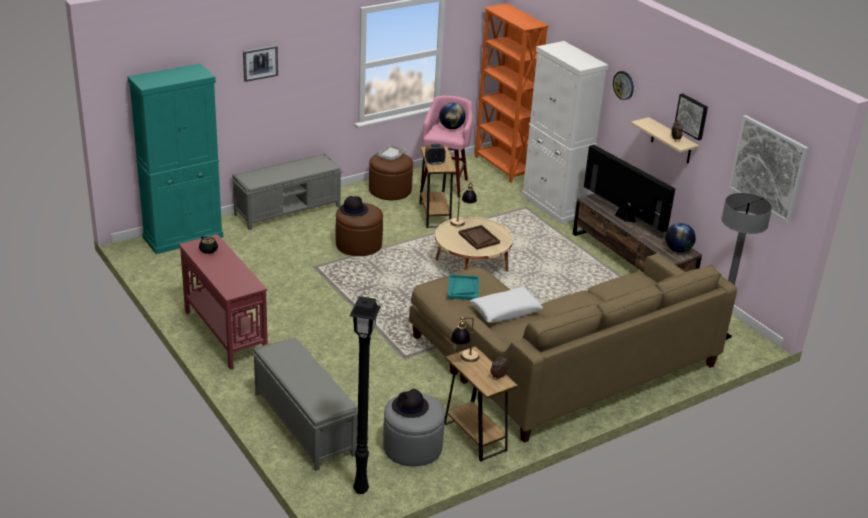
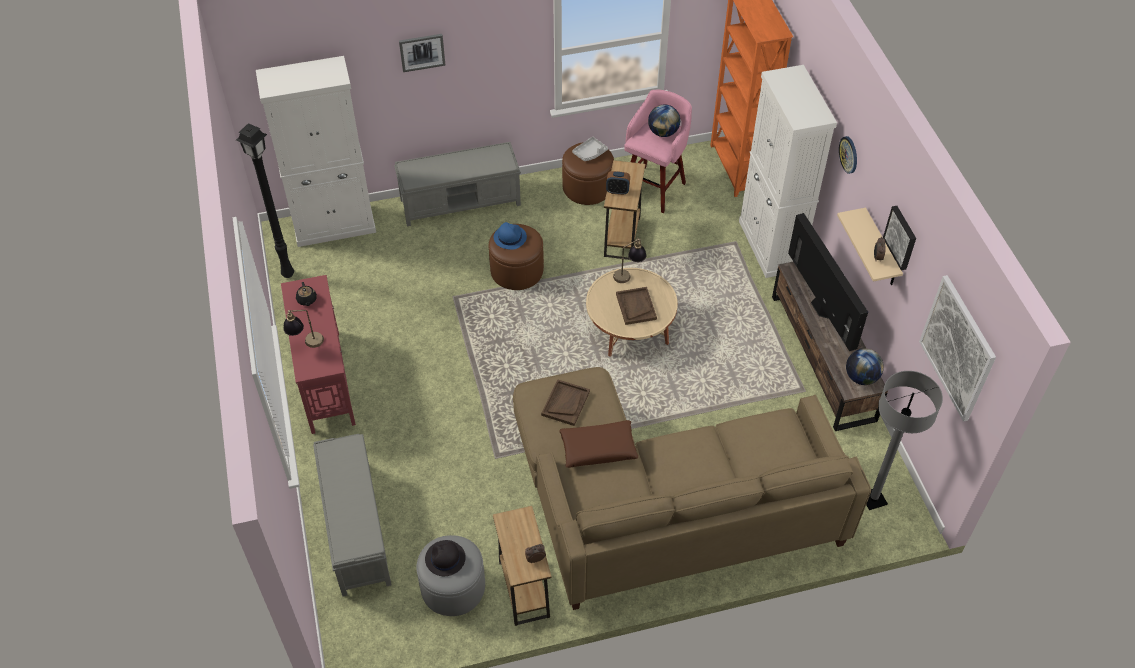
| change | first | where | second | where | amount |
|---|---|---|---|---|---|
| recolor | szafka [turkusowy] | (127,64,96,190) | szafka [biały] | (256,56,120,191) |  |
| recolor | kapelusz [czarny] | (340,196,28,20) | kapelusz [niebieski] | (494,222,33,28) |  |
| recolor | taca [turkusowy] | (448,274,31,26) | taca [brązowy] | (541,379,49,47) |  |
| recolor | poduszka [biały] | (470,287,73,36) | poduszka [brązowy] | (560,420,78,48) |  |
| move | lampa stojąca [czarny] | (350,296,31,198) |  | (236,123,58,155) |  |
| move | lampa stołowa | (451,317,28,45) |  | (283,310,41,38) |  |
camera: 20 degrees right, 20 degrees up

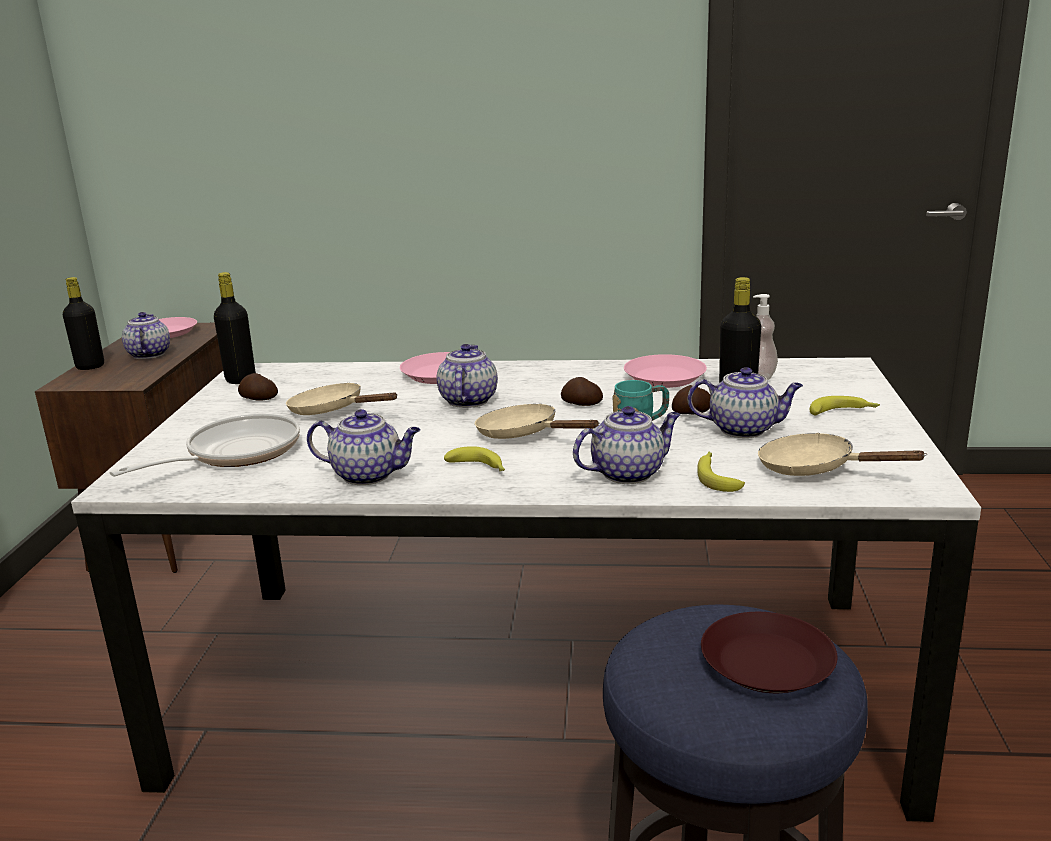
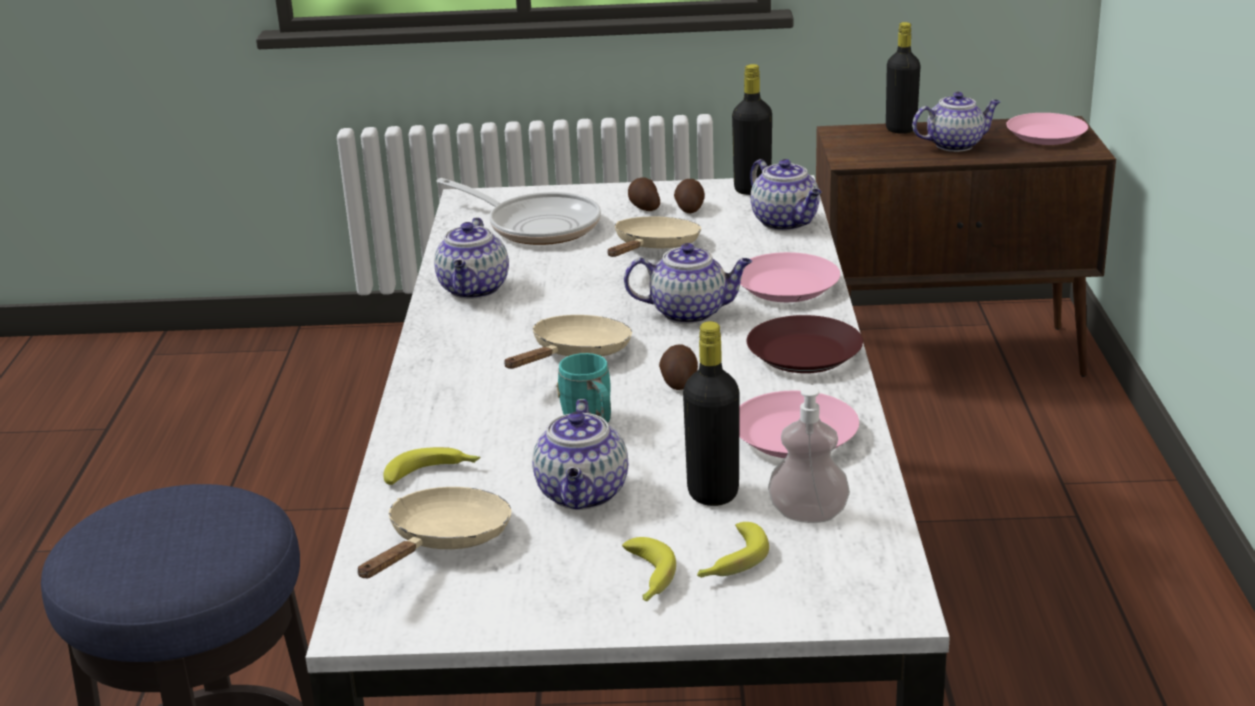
| change | first | where | second | where | amount |
|---|---|---|---|---|---|
| move | ziemniak | (672,385,39,29) |  | (628,177,32,34) |  |
| move | imbryk | (573,406,107,78) |  | (750,159,71,72) |  |
| move | banan | (444,446,61,25) |  | (697,522,72,56) |  |
| move | talerz [brązowy] | (701,612,136,81) |  | (747,315,116,58) |  |
camera: 85 degrees right, 5 degrees up

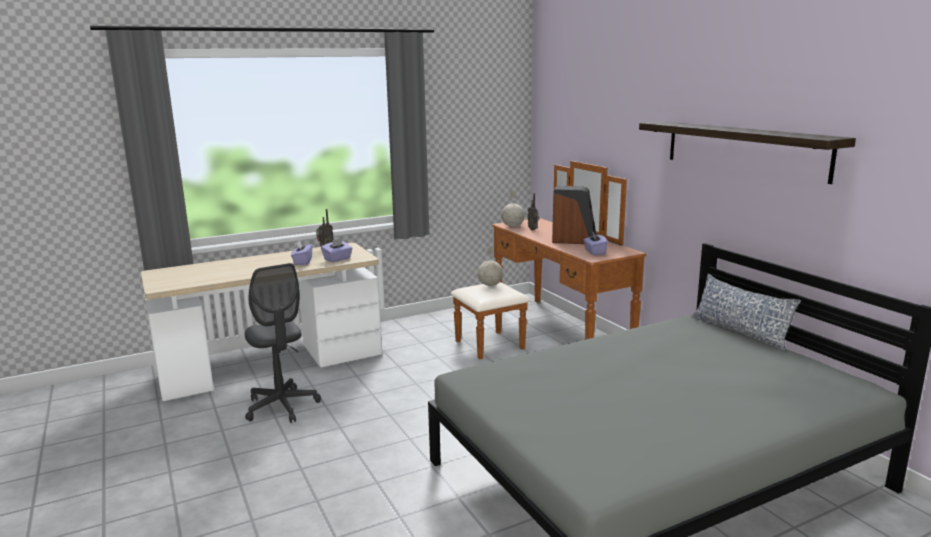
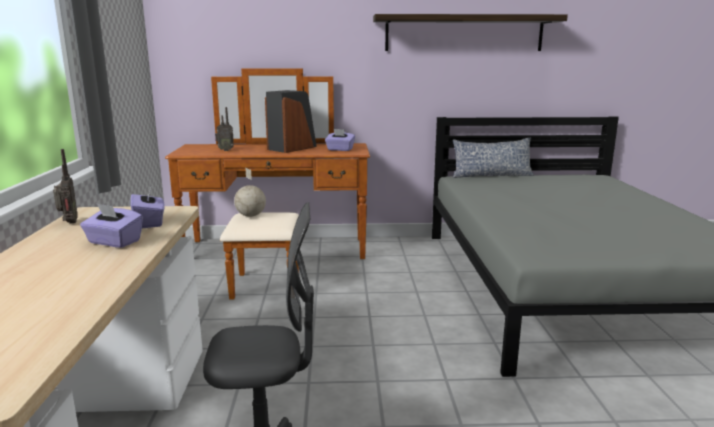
| change | first | where | second | where | amount |
|---|---|---|---|---|---|
| delete | globus | (501,190,24,37) |  |  |  |
camera: 65 degrees left, 0 degrees up

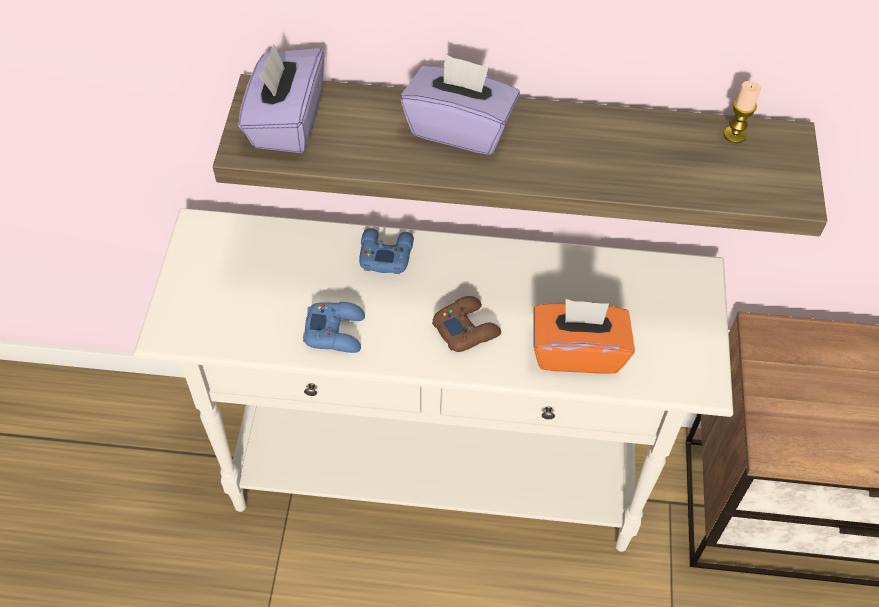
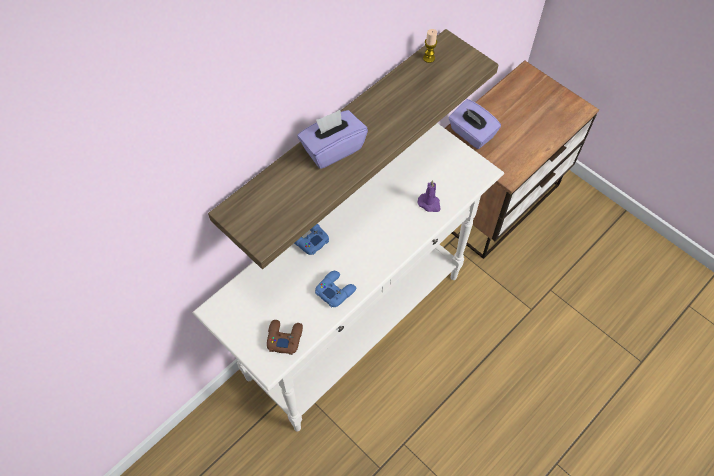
| change | first | where | second | where | amount |
|---|---|---|---|---|---|
| move | pudełko chusteczek [fioletowy] | (238,43,86,110) |  | (448,99,53,50) |  |
| move | pad do gier [brązowy] | (432,296,69,56) |  | (267,320,36,35) |  |
| replace | pudełko chusteczek [pomarańczowy] | (533,299,102,75) | świeca [fioletowy] | (418,180,23,32) |  |
camera: 50 degrees left, 5 degrees up

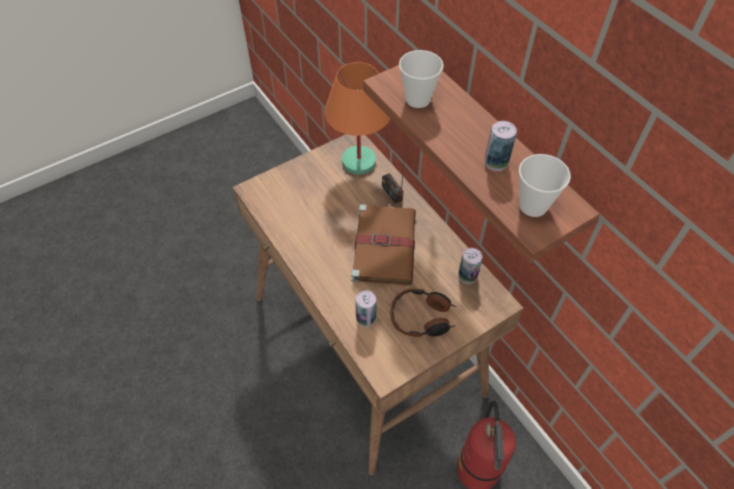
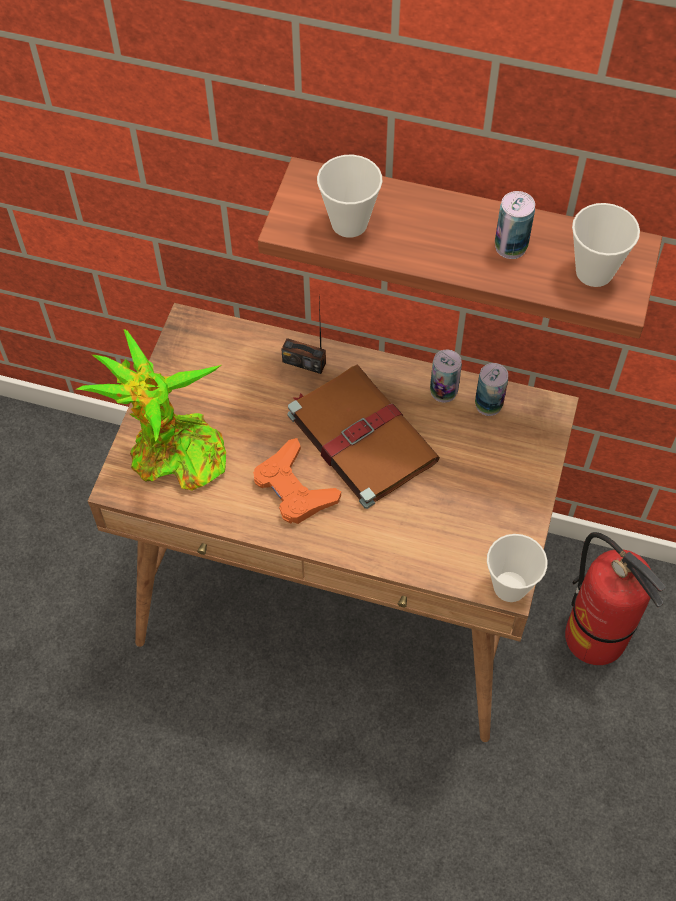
| change | first | where | second | where | amount |
|---|---|---|---|---|---|
| delete | lampa stołowa [pomarańczowy] | (324,62,66,113) |  |  |  |
| delete | słuchawki | (390,289,66,48) |  |  |  |
| move | puszka | (355,290,22,37) |  | (430,350,32,53) |  |
| insert |  |  | roślina doniczkowa | (76,329,150,162) |  |
| insert |  |  | pad do gier [pomarańczowy] | (253,438,88,86) |  |
| insert |  |  | filiżanka | (487,534,61,68) |  |
camera: 40 degrees left, 5 degrees up

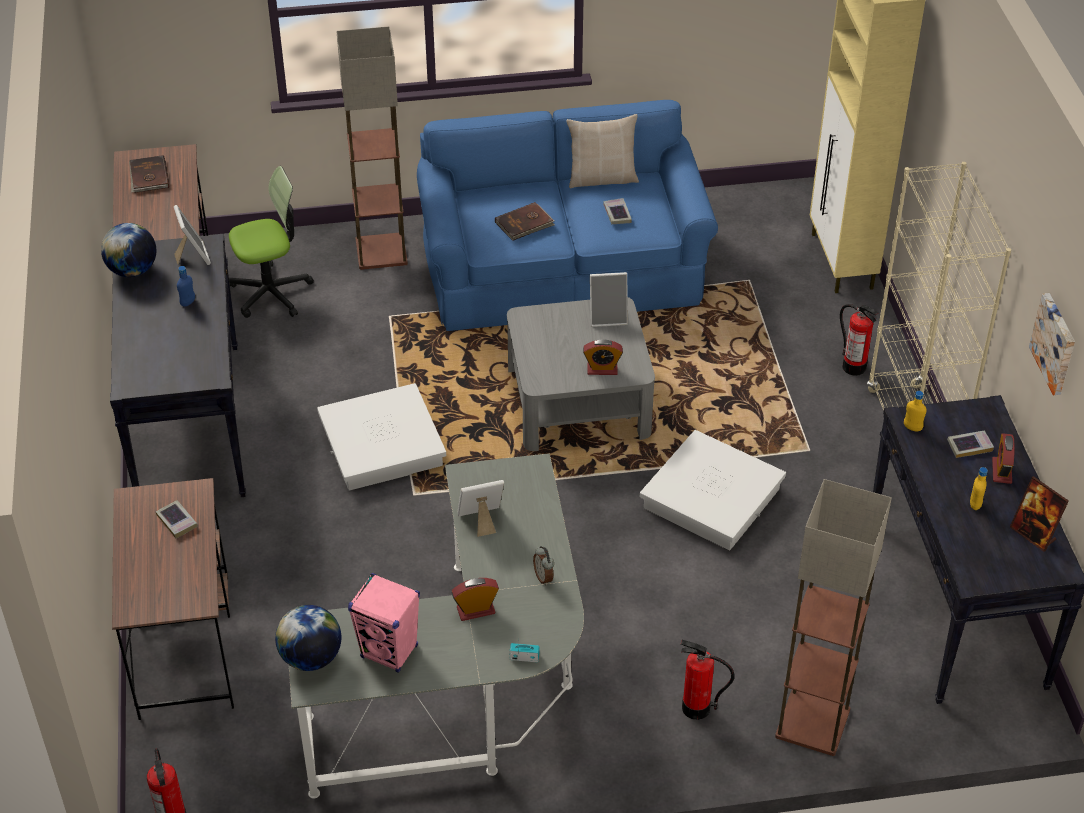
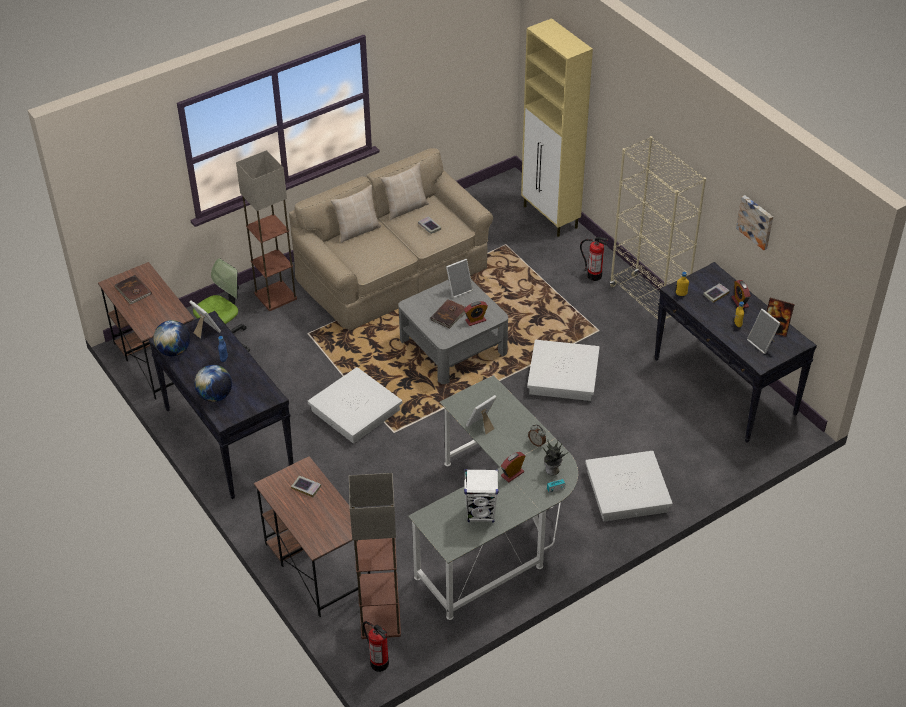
| change | first | where | second | where | amount |
|---|---|---|---|---|---|
| recolor | kanapa [niebieski] | (417,100,301,231) | kanapa [beżowy] | (289,148,204,183) |  |
| move | książka [brązowy] | (495,202,60,39) |  | (430,299,36,29) |  |
| move | lampa stojąca | (775,479,117,277) |  | (349,473,52,166) |  |
| recolor | głośnik [różowy] | (348,573,72,100) | głośnik [biały] | (464,469,35,53) |  |
| move | globus | (275,605,66,66) |  | (194,365,38,37) |  |
| replace | gaśnica | (681,640,54,80) | pojemnik do przechowywania [biały] | (585,451,88,71) |  |
| insert |  |  | poduszka [beżowy] | (331,185,50,58) |  |
| insert |  |  | ramka na zdjęcie | (747,309,33,45) |  |
| insert |  |  | roślina doniczkowa | (543,441,25,35) |  |
camera: 25 degrees left, 0 degrees up

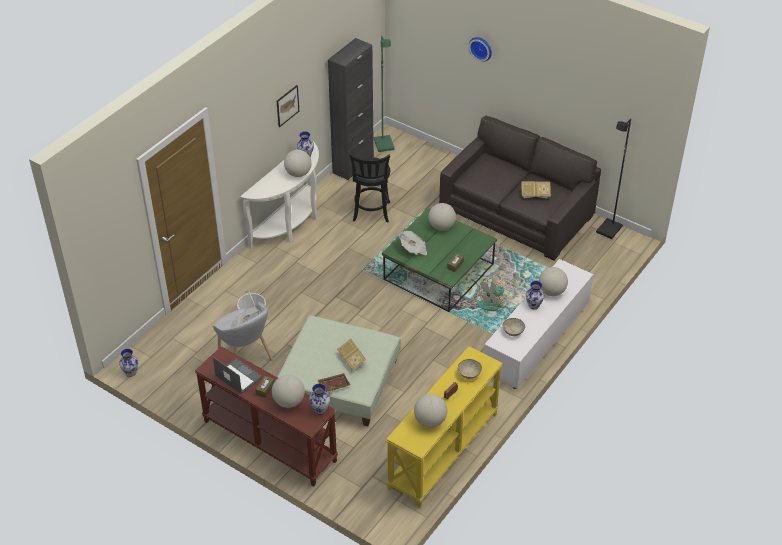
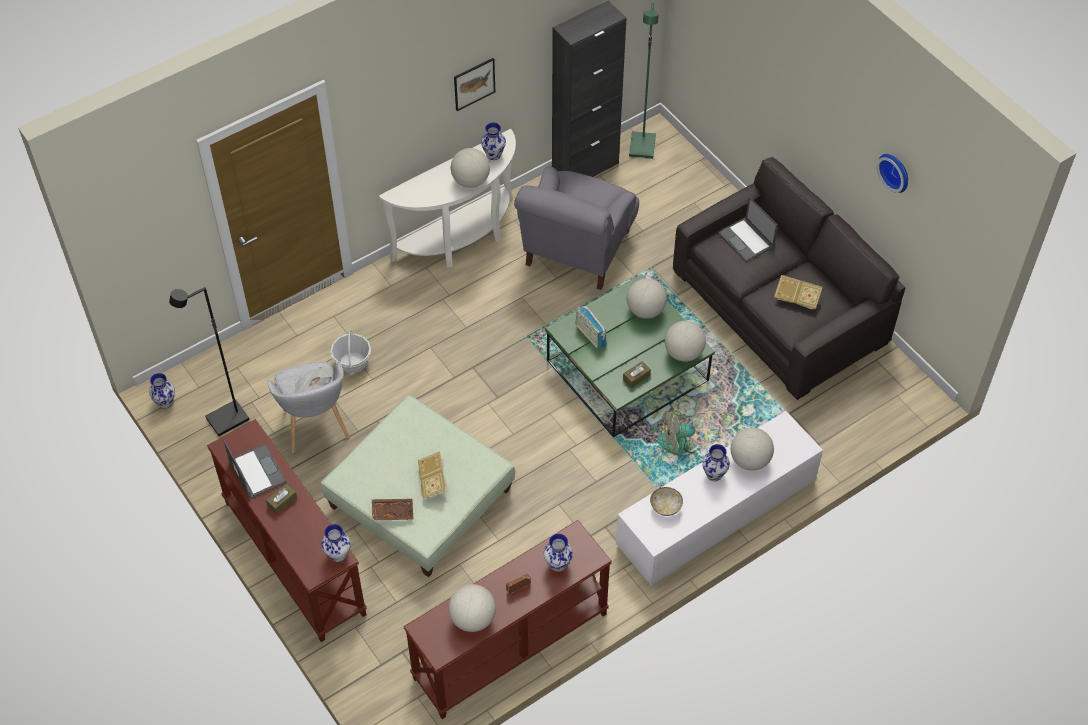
| change | first | where | second | where | amount |
|---|---|---|---|---|---|
| move | zegar ścienny | (469,37,23,24) |  | (877,154,31,39) |  |
| move | lampa stojąca [czarny] | (596,119,35,120) |  | (169,287,81,149) |  |
| replace | stołek [czarny] | (349,153,41,70) | fotel [szary] | (514,166,125,124) |  |
| replace | gazeta | (399,231,28,24) | radio | (575,306,31,43) |  |
| recolor | stolik konsolowy [żółty] | (386,346,117,162) | stolik konsolowy [brązowy] | (404,520,208,199) |  |
| replace | miska | (458,359,24,20) | wazon | (544,534,29,38) |  |
| move | globus | (272,375,33,33) |  | (665,321,41,41) |  |
| insert |  |  | laptop | (718,196,60,66) |  |
camera: 20 degrees right, 10 degrees up

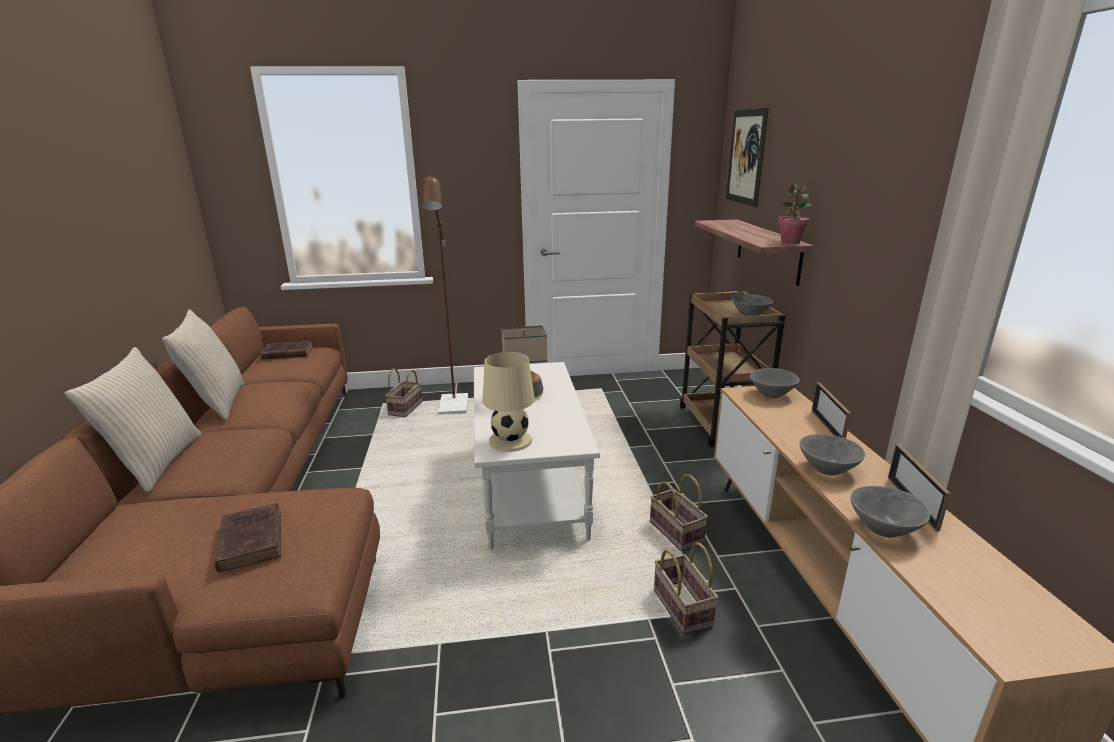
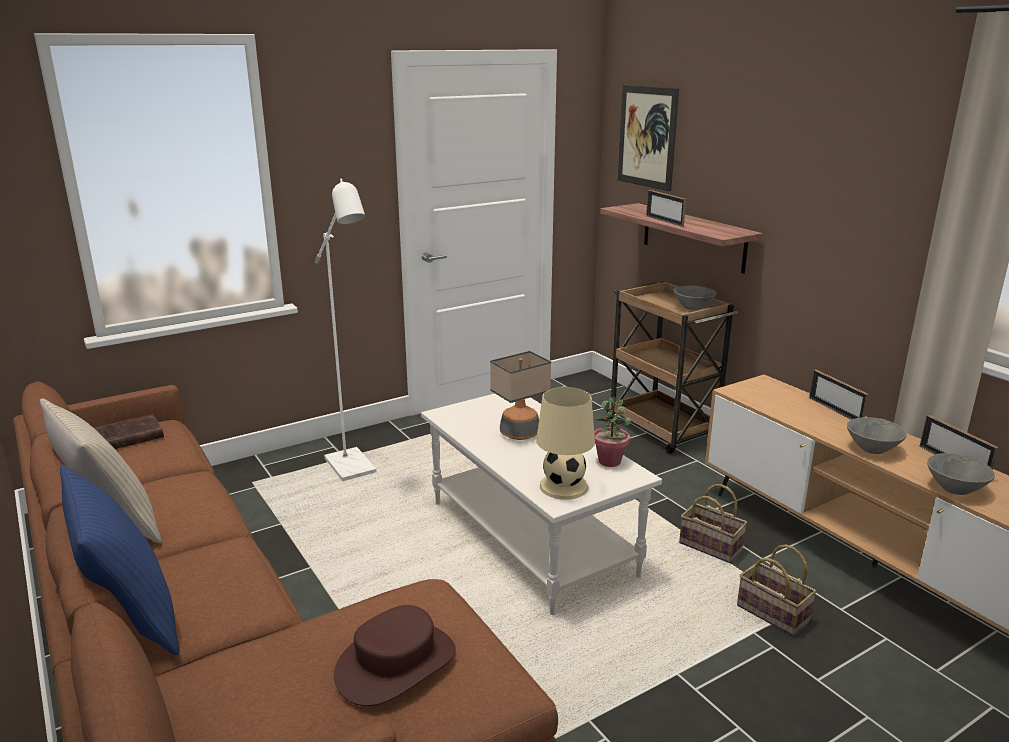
| change | first | where | second | where | amount |
|---|---|---|---|---|---|
| recolor | lampa stojąca [brązowy] | (420,174,48,241) | lampa stojąca [biały] | (315,179,62,302) |  |
| move | roślina doniczkowa | (778,184,34,60) |  | (594,396,37,71) |  |
| recolor | poduszka [beżowy] | (65,347,137,146) | poduszka [niebieski] | (60,465,119,190) |  |
| delete | koszyk | (385,368,37,49) |  |  |  |
| delete | miska [szary] | (750,368,49,30) |  |  |  |
| replace | książka [brązowy] | (215,503,66,70) | kapelusz [brązowy] | (334,605,122,101) |  |
| insert |  |  | ramka na zdjęcie | (646,190,40,37) |  |
camera: 25 degrees left, 0 degrees up

